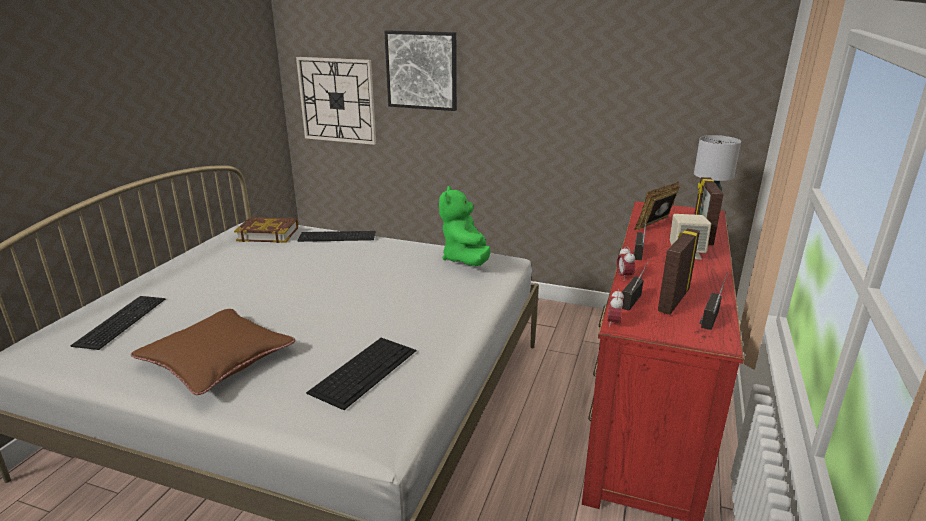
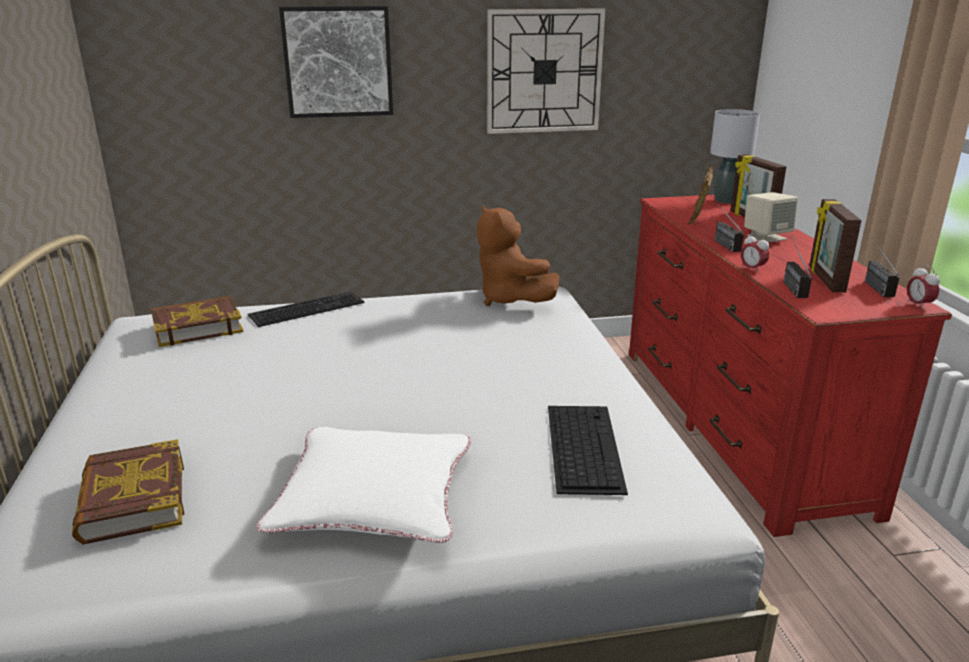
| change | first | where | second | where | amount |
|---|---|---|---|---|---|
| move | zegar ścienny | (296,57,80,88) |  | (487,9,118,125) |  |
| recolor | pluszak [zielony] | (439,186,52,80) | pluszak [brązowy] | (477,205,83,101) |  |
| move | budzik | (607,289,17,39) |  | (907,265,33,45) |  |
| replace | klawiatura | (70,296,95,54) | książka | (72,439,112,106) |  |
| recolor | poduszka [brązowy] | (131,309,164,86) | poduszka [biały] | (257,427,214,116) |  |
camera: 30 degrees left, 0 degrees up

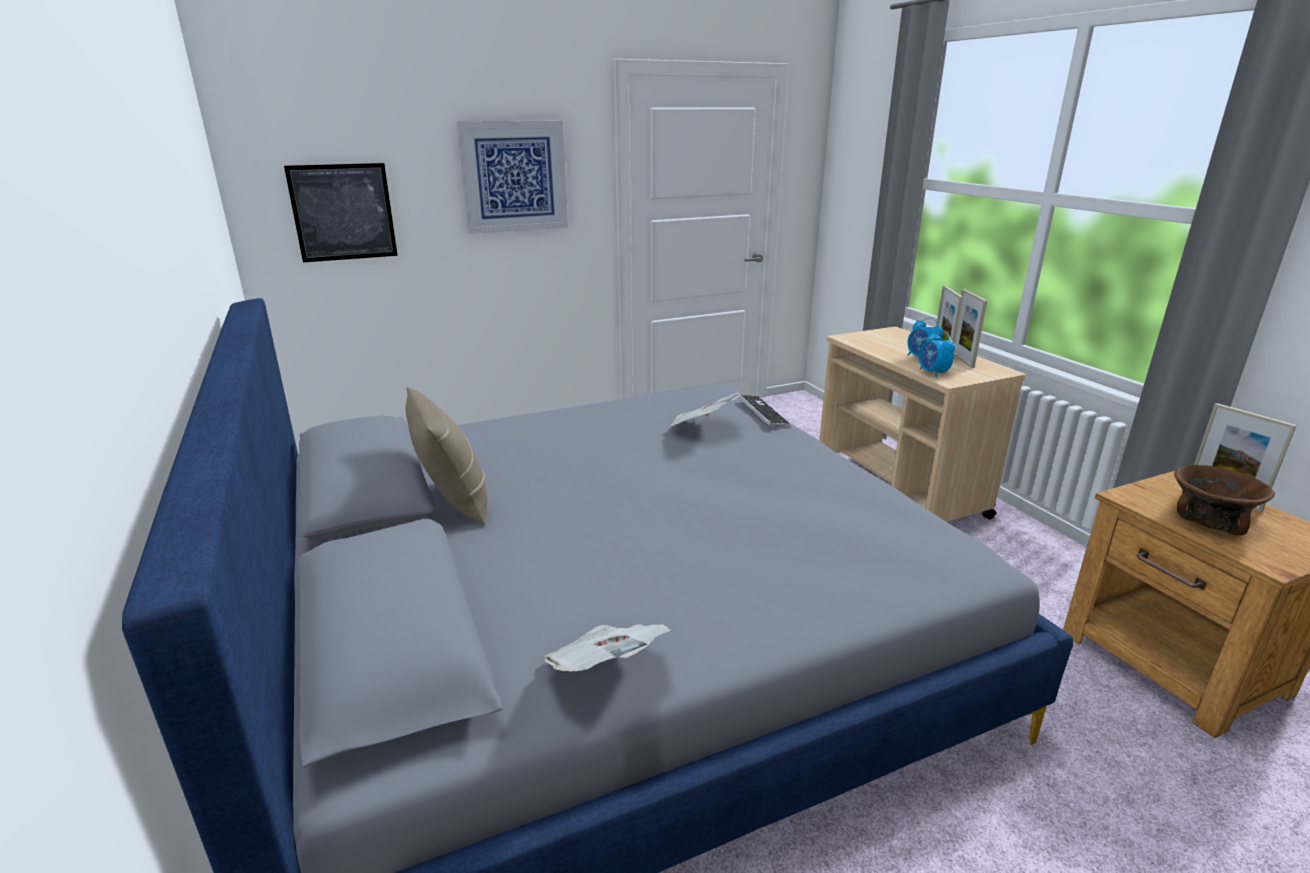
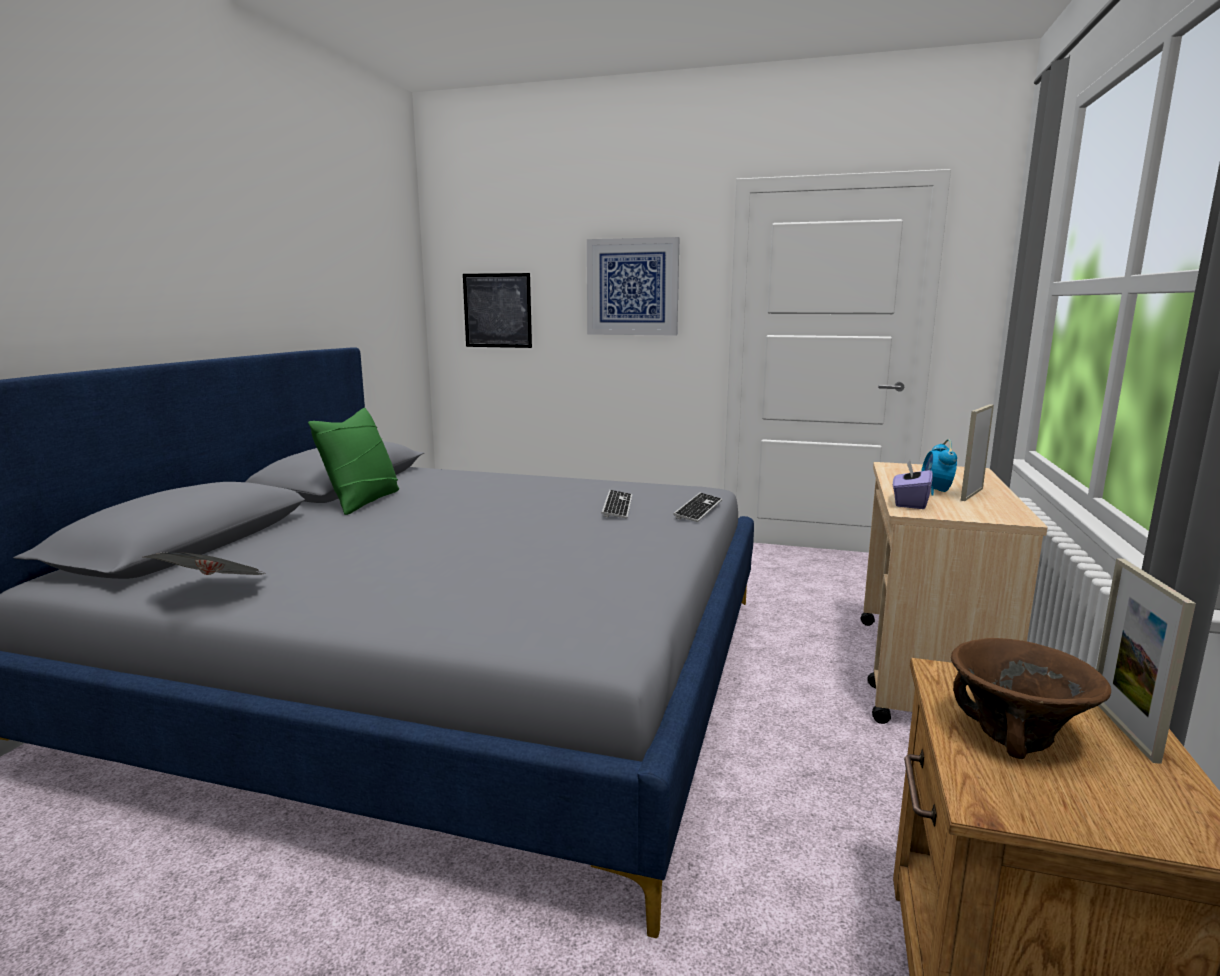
| change | first | where | second | where | amount |
|---|---|---|---|---|---|
| delete | ramka na zdjęcie | (954,289,33,79) |  |  |  |
| replace | budzik | (919,330,37,48) | pudełko chusteczek [fioletowy] | (893,460,40,49) |  |
| recolor | poduszka [beżowy] | (405,387,82,138) | poduszka [zielony] | (308,408,91,107) |  |
| replace | gazeta | (669,392,71,35) | klawiatura | (602,490,30,28) |  |
camera: 40 degrees right, 10 degrees down

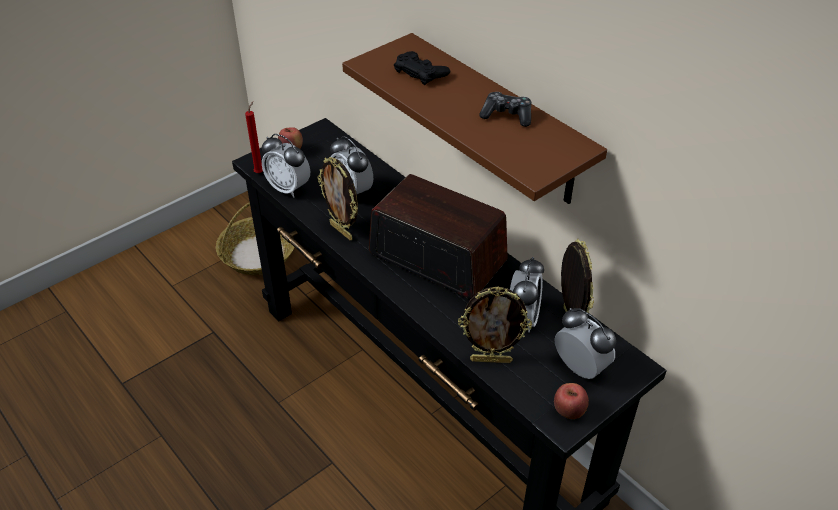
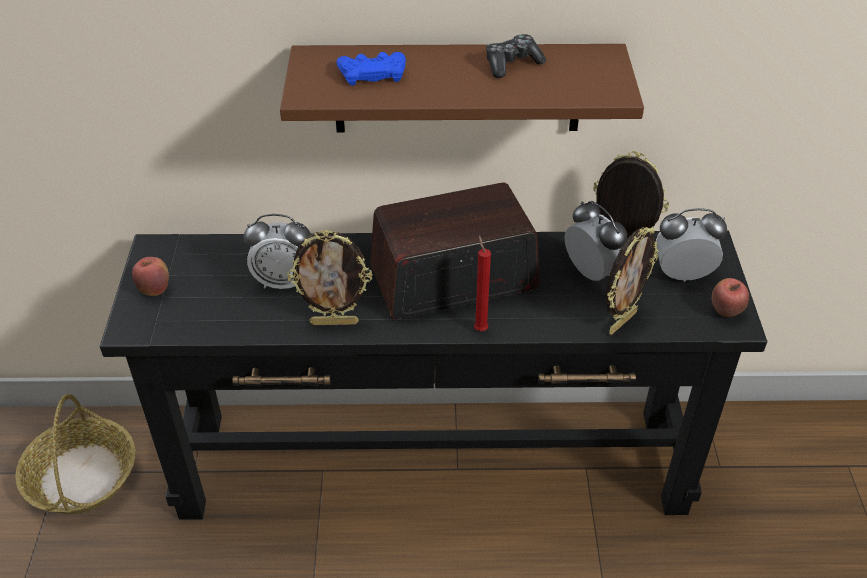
| change | first | where | second | where | amount |
|---|---|---|---|---|---|
| recolor | pad do gier [czarny] | (394,51,56,34) | pad do gier [niebieski] | (337,52,69,34) |  |
| move | świeca [czerwony] | (245,102,18,71) |  | (474,235,17,96) |  |
| delete | budzik | (262,134,48,64) |  |  |  |
camera: 50 degrees left, 0 degrees up

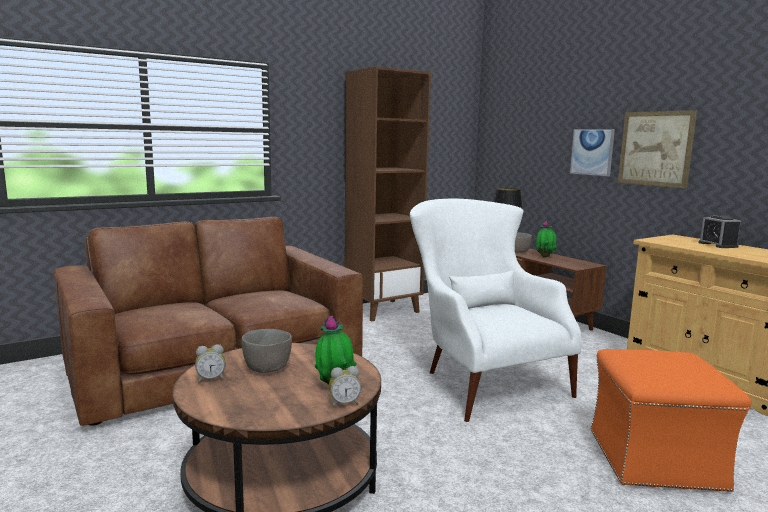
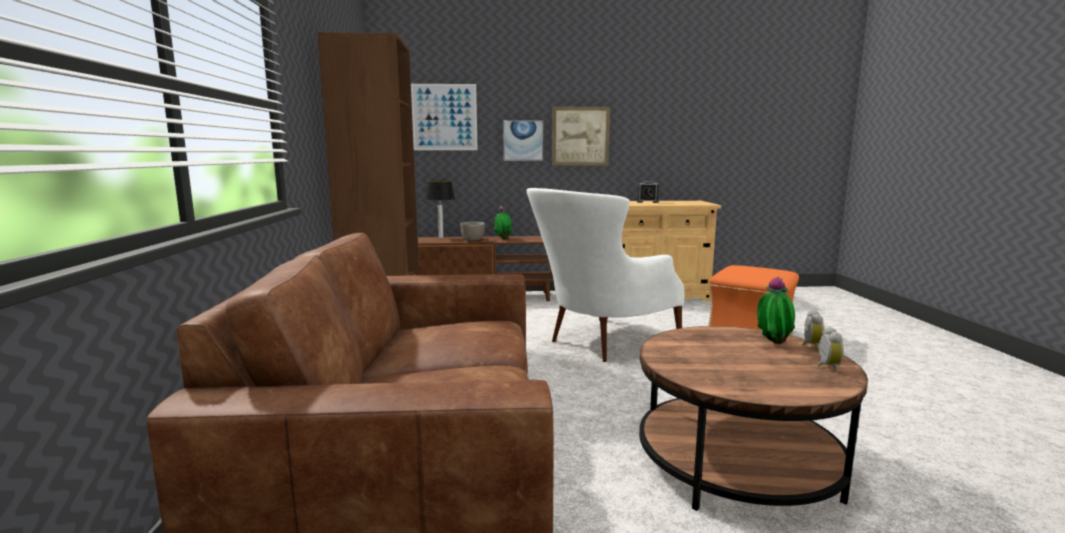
| change | first | where | second | where | amount |
|---|---|---|---|---|---|
| rotate | fotel [biały] | (410,199,172,223) |  | (527,188,157,174) | 45 degrees counterclockwise |
| delete | miska [szary] | (242,329,50,44) |  |  |  |
| move | budzik | (195,344,31,39) |  | (817,327,27,45) |  |
| insert |  |  | obraz | (411,84,67,66) |  |
camera: 60 degrees left, 0 degrees up

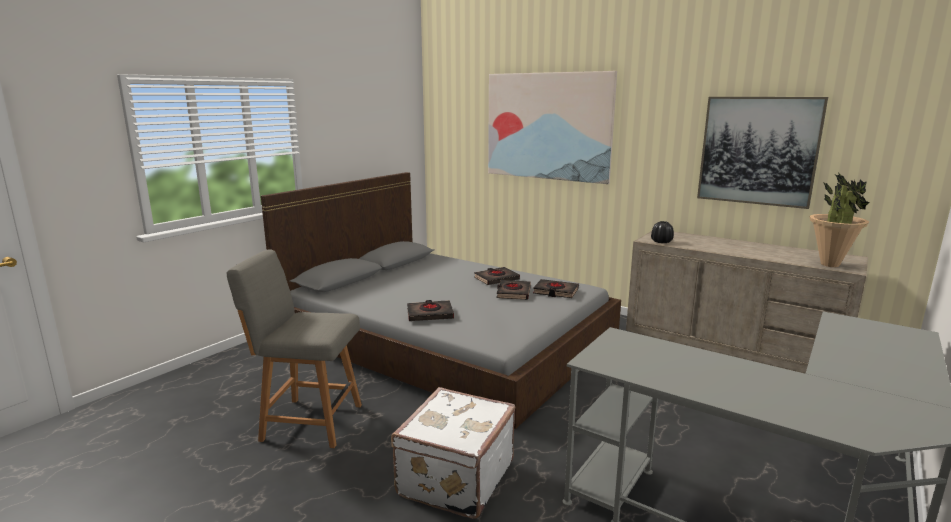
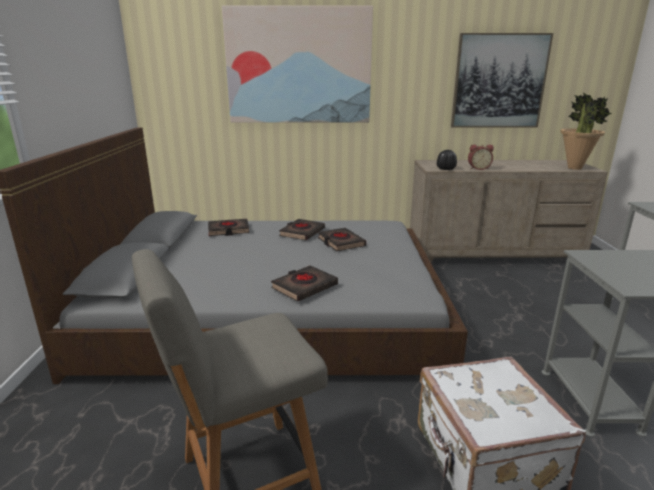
| change | first | where | second | where | amount |
|---|---|---|---|---|---|
| move | książka [czarny] | (533,279,46,19) |  | (208,219,41,17) |  |
| insert |  |  | budzik | (468,145,26,25) |  |
camera: 35 degrees left, 5 degrees up

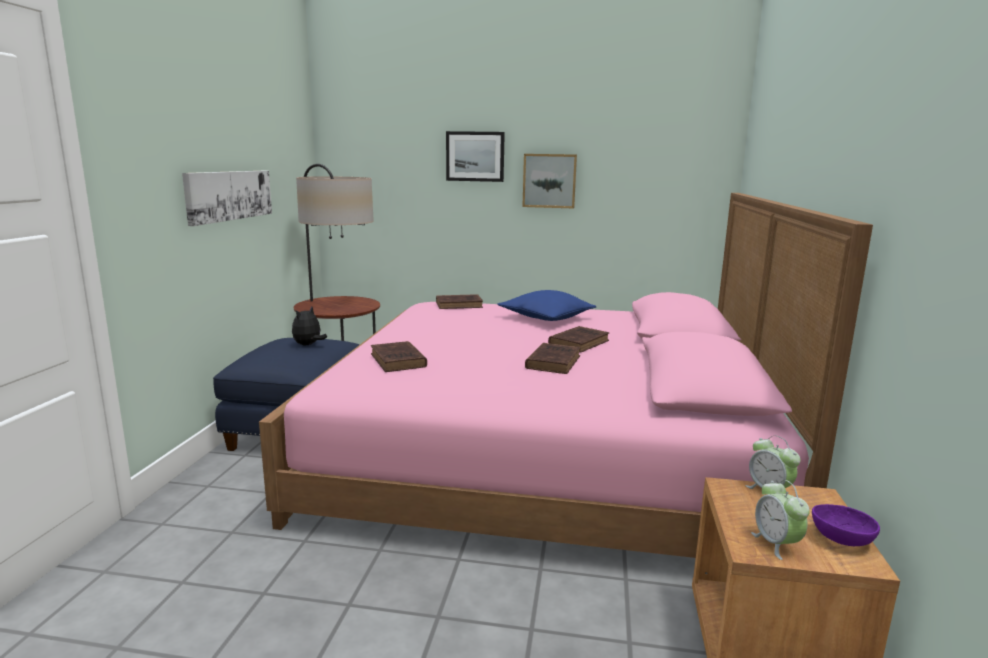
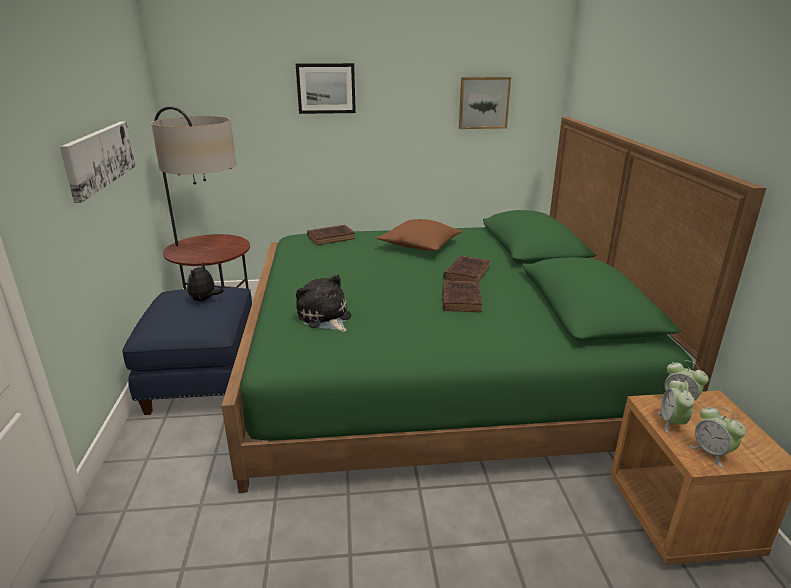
| change | first | where | second | where | amount |
|---|---|---|---|---|---|
| move | obraz | (522,154,55,54) |  | (459,77,52,52) |  |
| recolor | łóżko [różowy] | (259,193,614,365) | łóżko [zielony] | (222,117,544,376) |  |
| recolor | poduszka [niebieski] | (498,290,98,31) | poduszka [brązowy] | (377,219,86,32) |  |
| replace | książka [brązowy] | (371,341,56,31) | pluszak | (296,274,55,58) |  |
| delete | miska [fioletowy] | (812,504,68,42) |  |  |  |
| insert |  |  | budzik | (658,379,36,54) |  |
camera: 15 degrees left, 10 degrees up

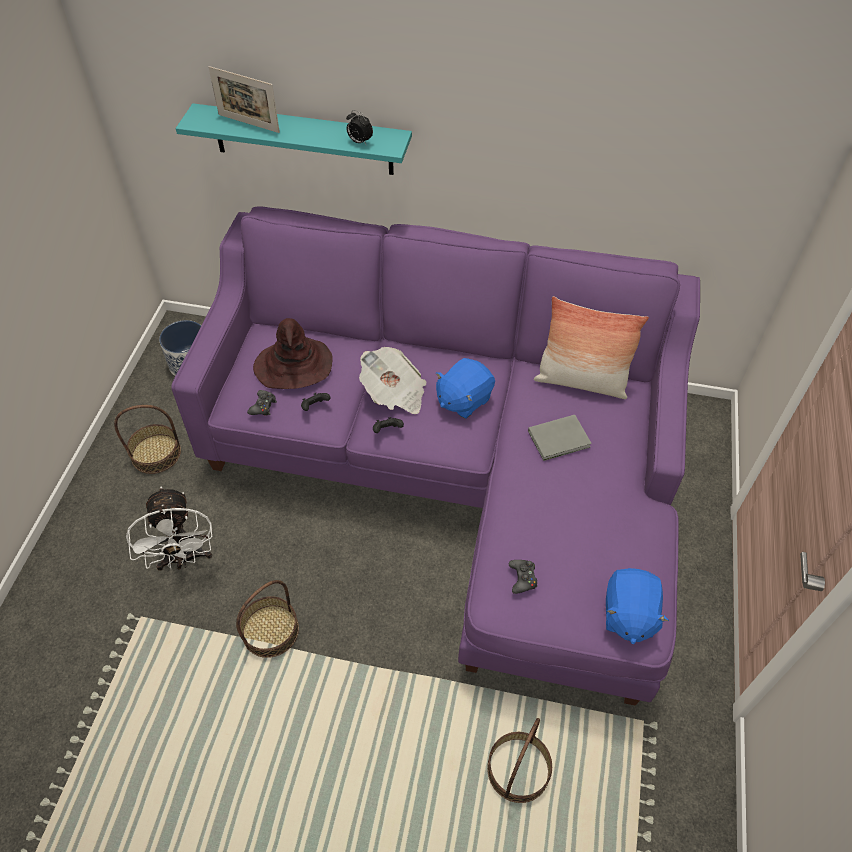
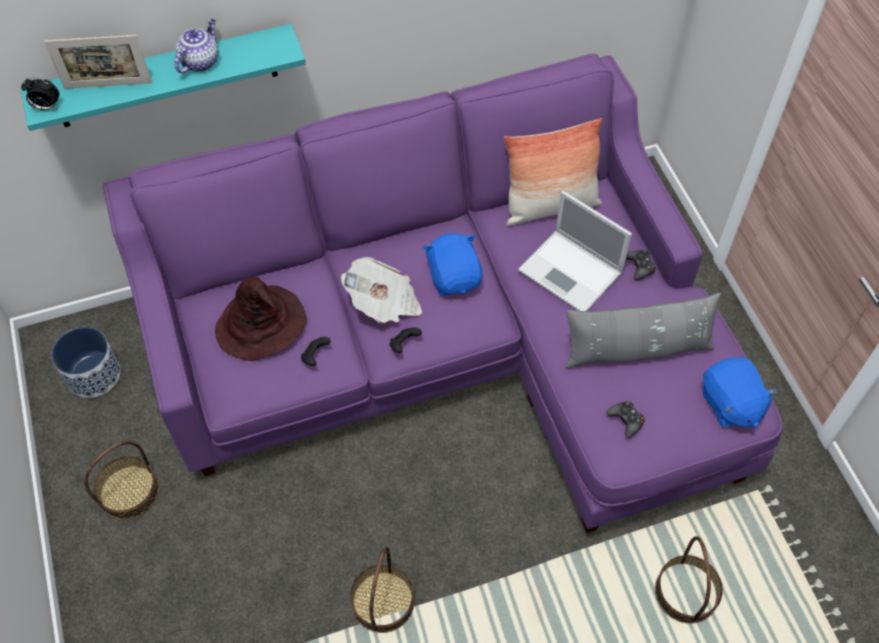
| change | first | where | second | where | amount |
|---|---|---|---|---|---|
| move | budzik | (346,110,27,36) |  | (21,77,38,33) |  |
| rotate | pluszak [niebieski] | (436,358,59,61) |  | (423,233,60,63) | 150 degrees clockwise |
| move | pad do gier [czarny] | (247,390,30,26) |  | (626,249,29,32) |  |
| replace | książka [szary] | (528,415,64,46) | laptop | (518,191,114,120) |  |
| delete | wentylator [biały] | (126,486,86,85) |  |  |  |
| insert |  |  | imbryk | (174,19,44,54) |  |
| insert |  |  | poduszka [szary] | (566,293,155,75) |  |
camera: 30 degrees left, 5 degrees up

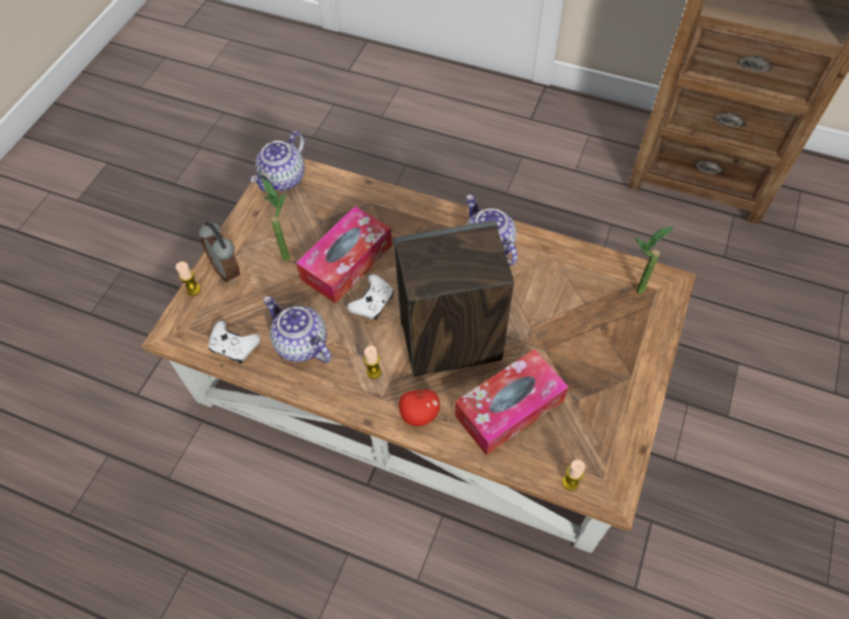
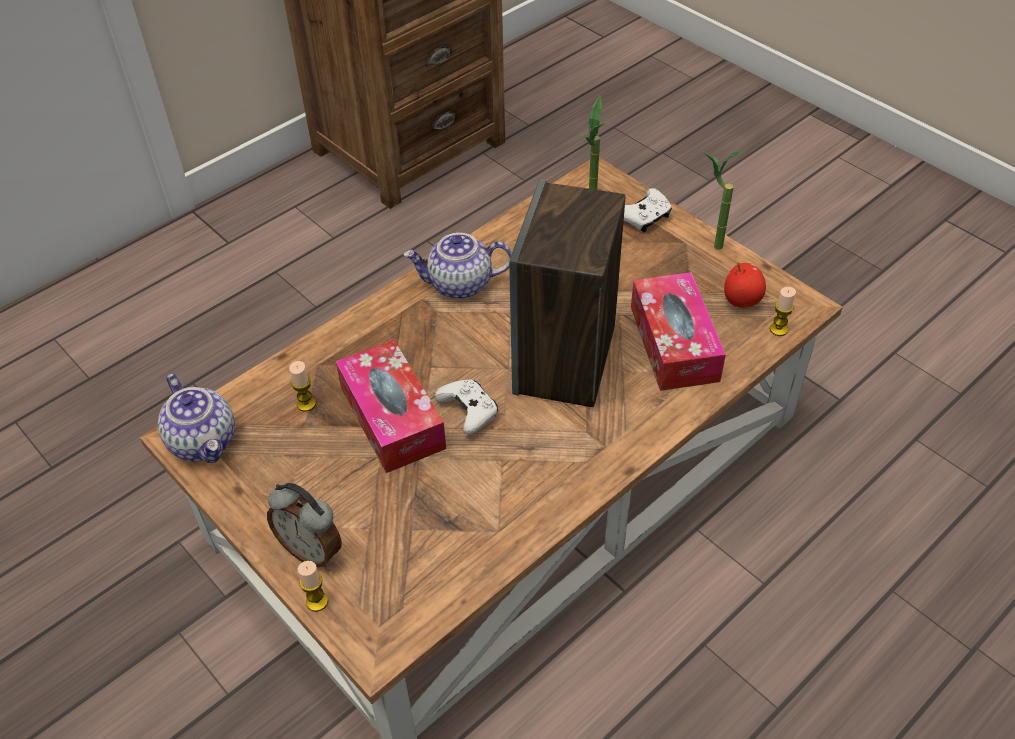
| change | first | where | second | where | amount |
|---|---|---|---|---|---|
| move | roślina doniczkowa | (262,178,28,83) |  | (703,151,39,99) |  |
| rotate | budzik | (199,222,41,61) |  | (267,483,75,84) | 45 degrees clockwise |
| delete | imbryk | (263,296,68,67) |  |  |  |
| move | pad do gier [biały] | (208,321,53,43) |  | (624,188,48,44) |  |
| move | świeca | (364,346,18,33) |  | (289,361,27,51) |  |
| move | jabłko | (399,389,41,37) |  | (724,262,42,46) |  |
camera: 65 degrees left, 10 degrees down

